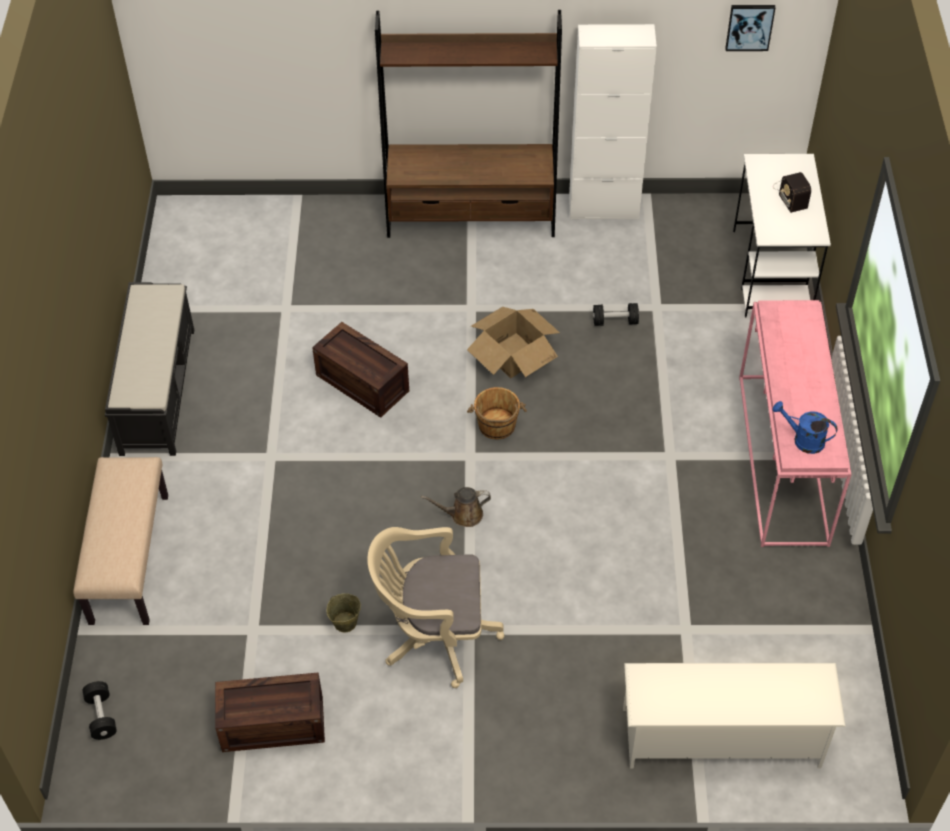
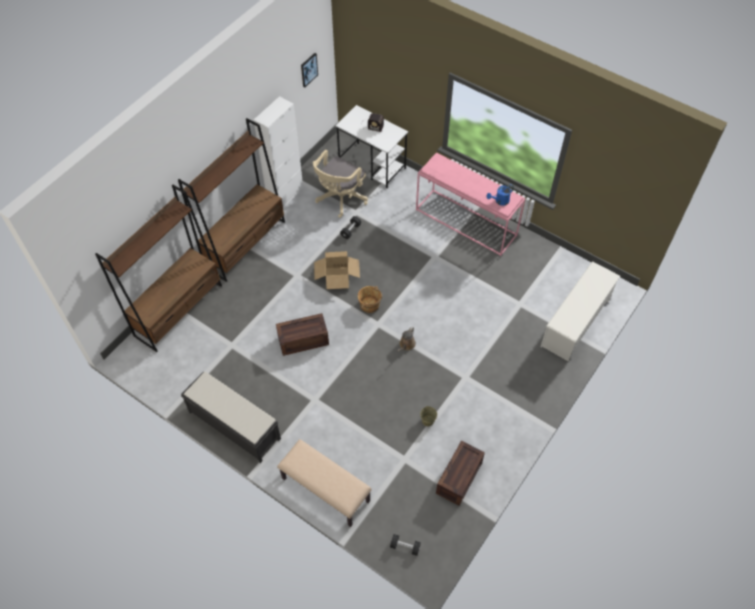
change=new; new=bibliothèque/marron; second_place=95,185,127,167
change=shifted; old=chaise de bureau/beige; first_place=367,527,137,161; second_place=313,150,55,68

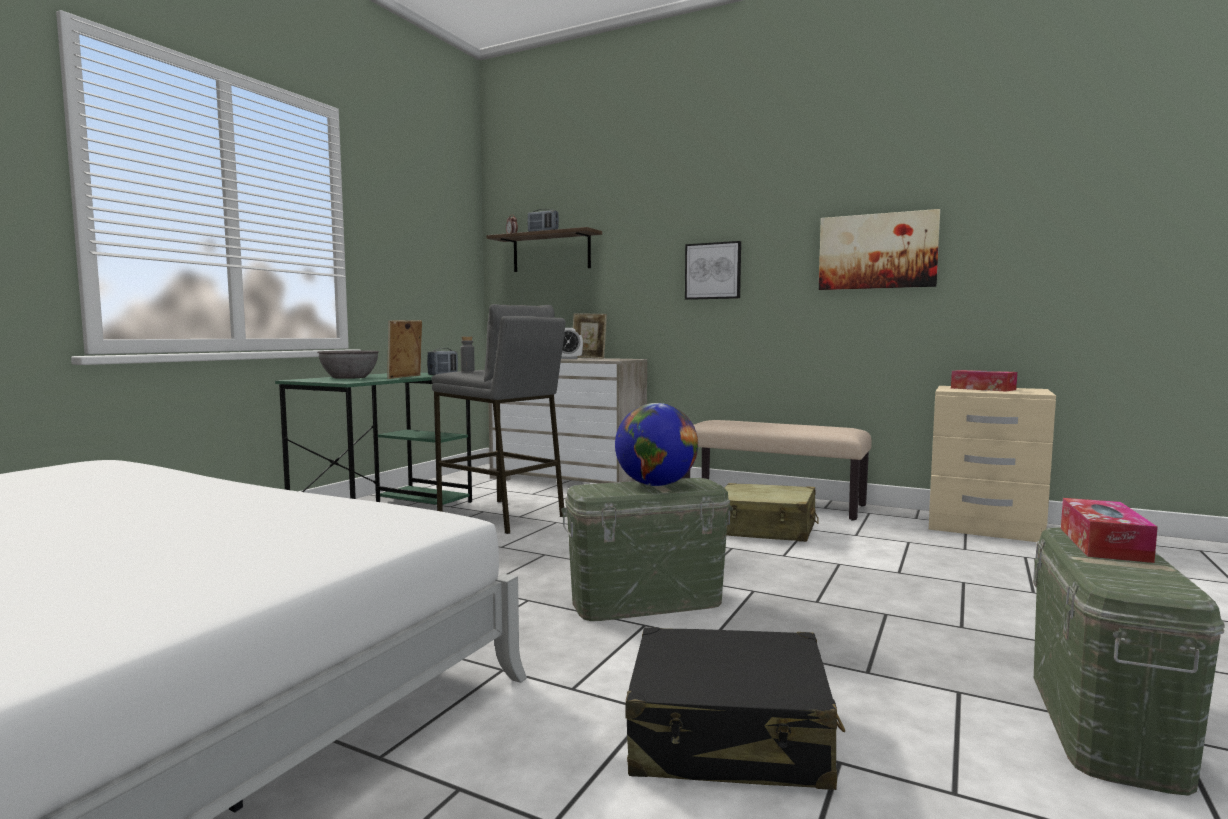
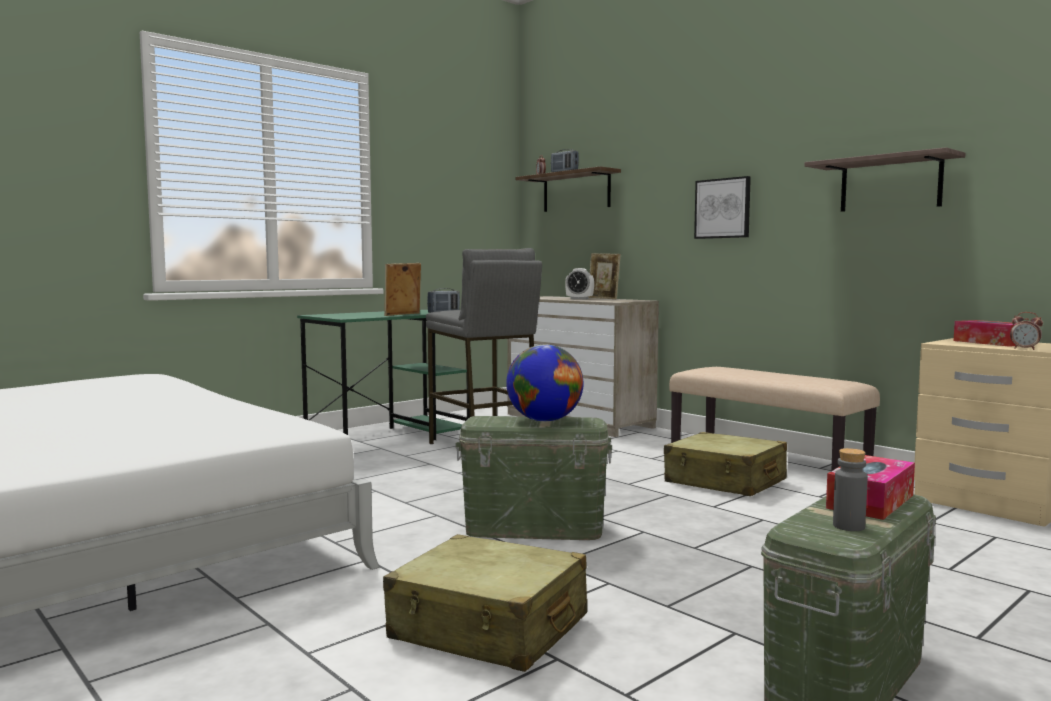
change=gone; old=bol/gris; first_place=317,351,62,28
change=new; new=réveil; second_place=1010,312,33,38
change=shifted; old=bouteille/gris; first_place=460,336,15,36; second_place=833,448,35,83
change=swapped; old=tableau; new=étagère; first_place=819,209,121,81; second_place=805,147,160,65
change=repainted; old=valise/noir; new=valise/beige; first_place=625,627,220,163; second_place=383,534,204,138

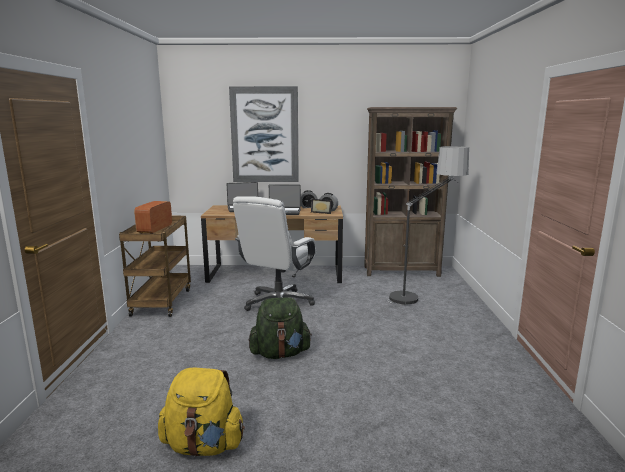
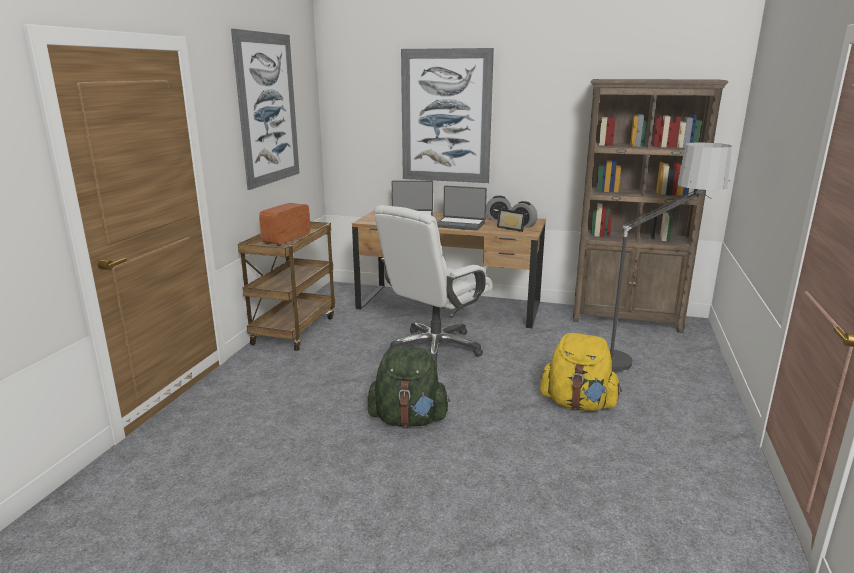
change=new; new=tableau; second_place=231,29,68,161
change=shifted; old=sac à dos/jaune; first_place=158,368,87,89; second_place=540,333,82,78

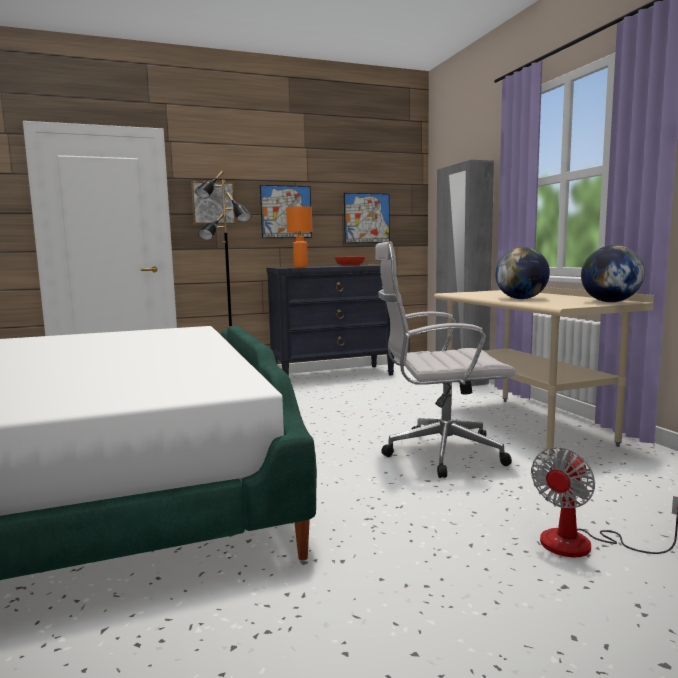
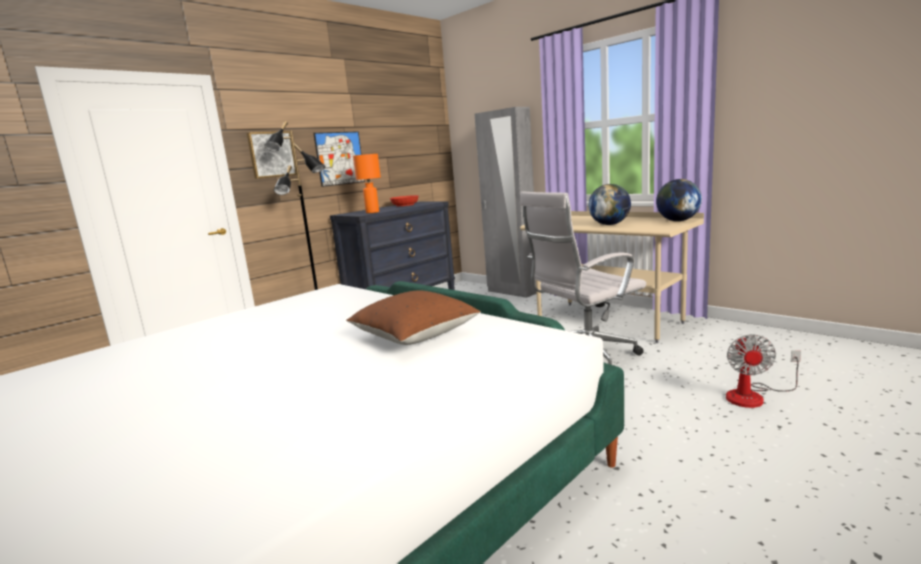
change=gone; old=tableau; first_place=344,193,46,50
change=new; new=coussin/marron; second_place=346,291,135,54

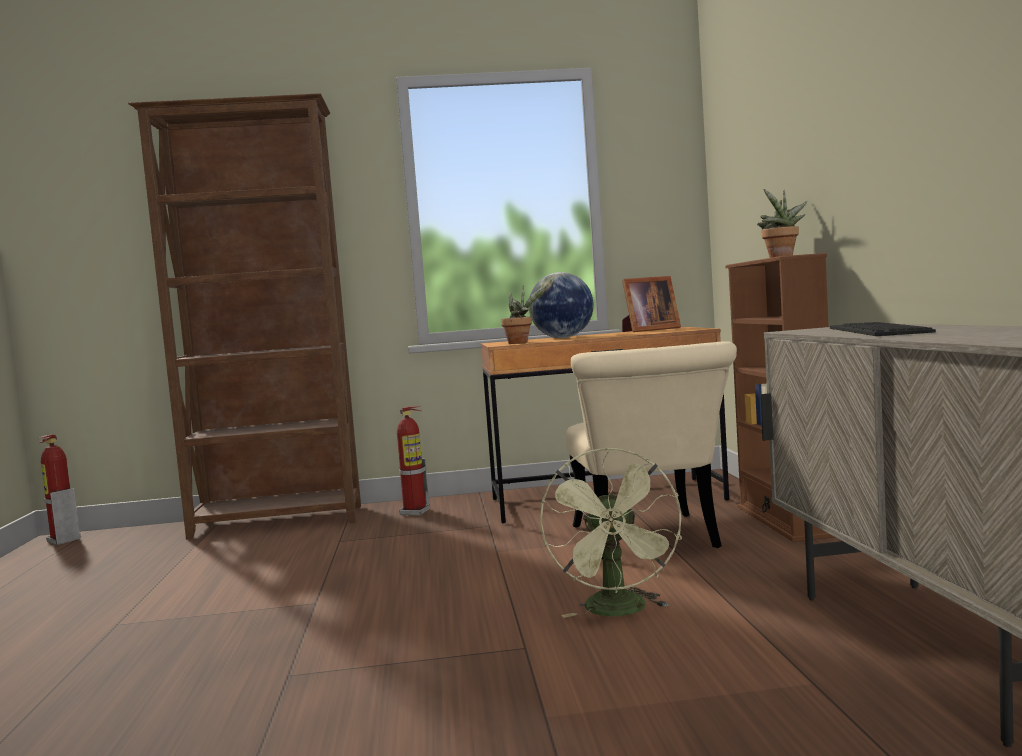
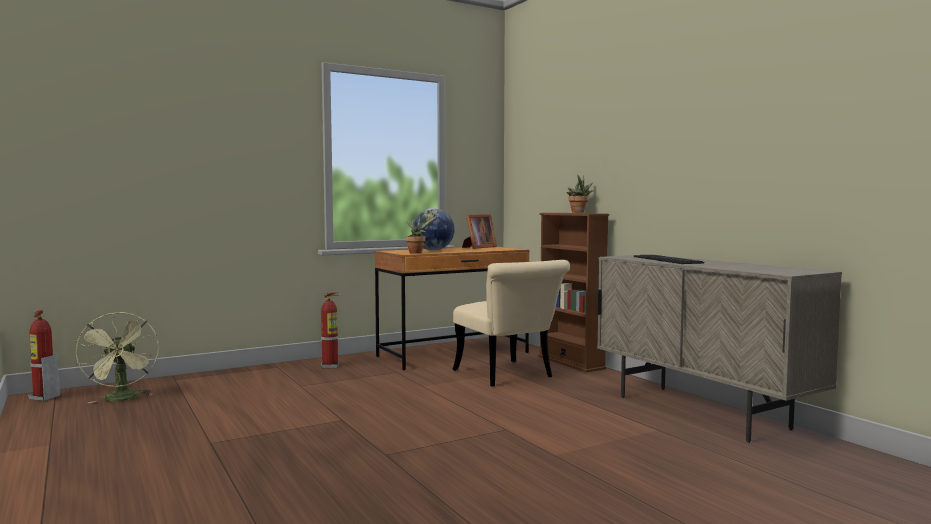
change=gone; old=bibliothèque/marron; first_place=128,93,233,446
change=shifted; old=ventilateur/vert; first_place=540,447,142,171; second_place=76,312,83,91

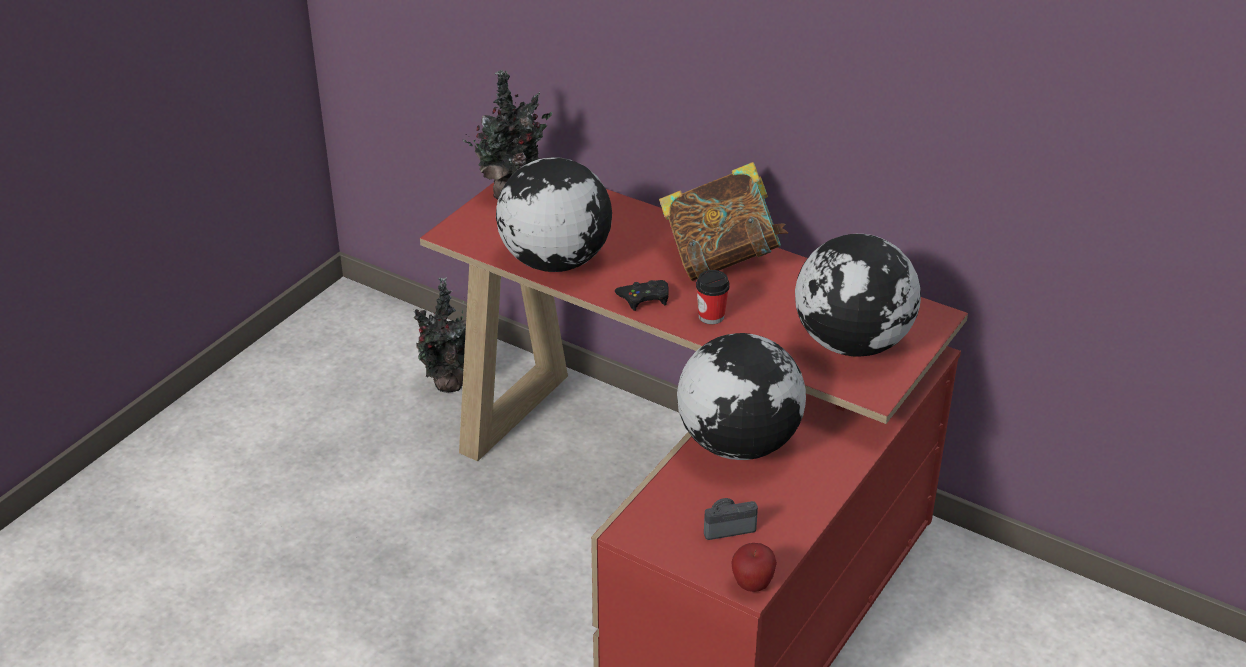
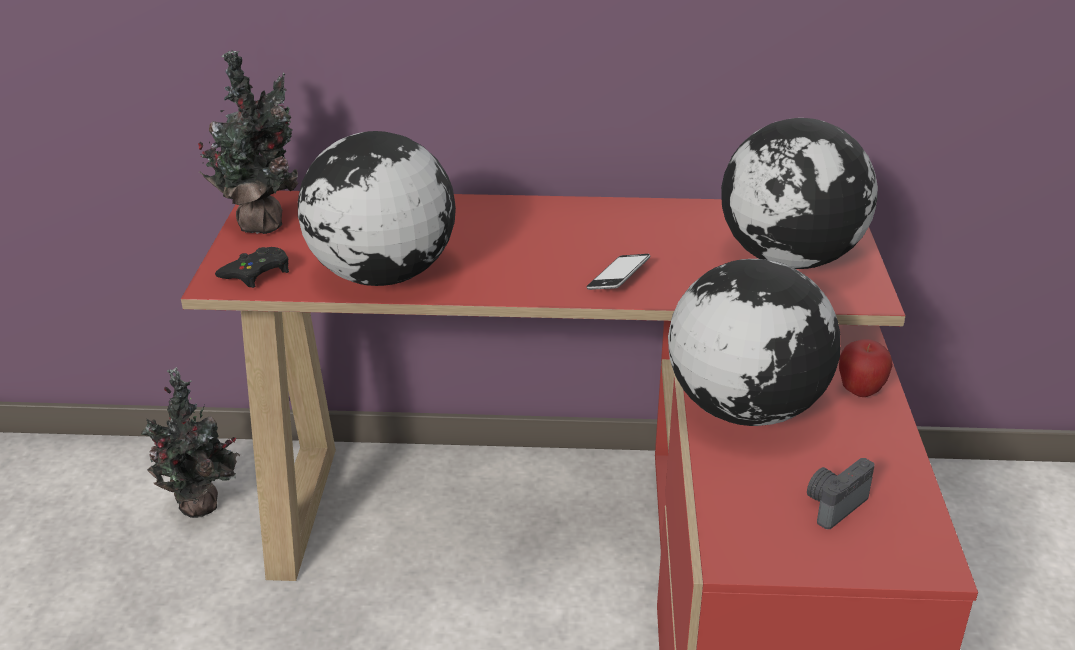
change=gone; old=livre; first_place=659,162,129,119
change=shifted; old=manette/noir; first_place=615,280,53,31; second_place=215,247,74,41
change=shifted; old=pomme; first_place=731,543,46,49; second_place=839,339,54,58
change=swapped; old=tasse; new=téléphone; first_place=696,270,34,54; second_place=587,254,64,36

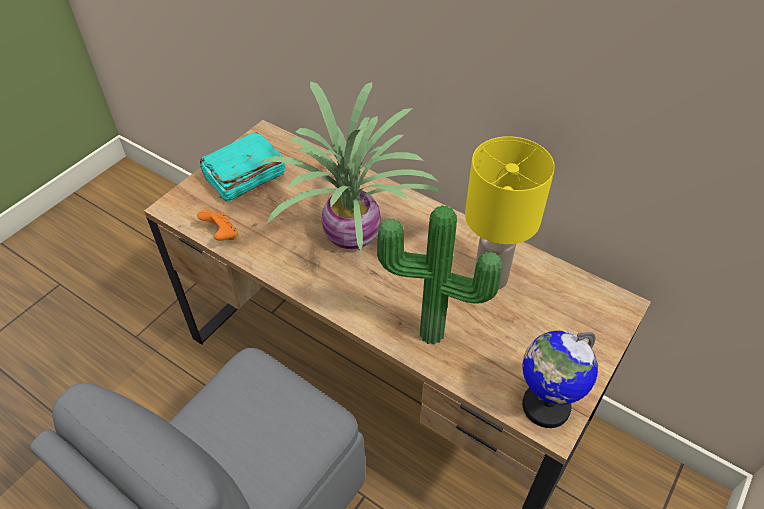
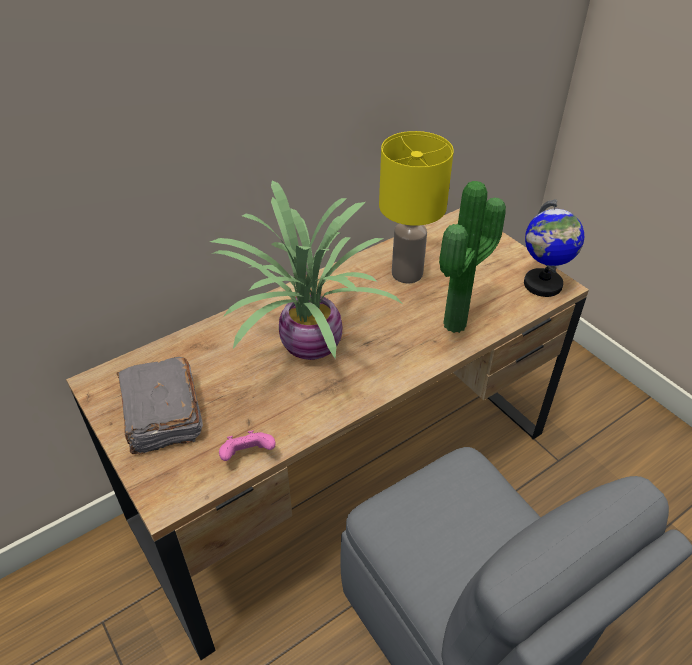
change=repainted; old=manette/orange; new=manette/rose; first_place=197,210,41,31; second_place=219,430,56,31
change=repainted; old=livre/turquoise; new=livre/gris; first_place=200,132,85,70; second_place=116,357,87,97

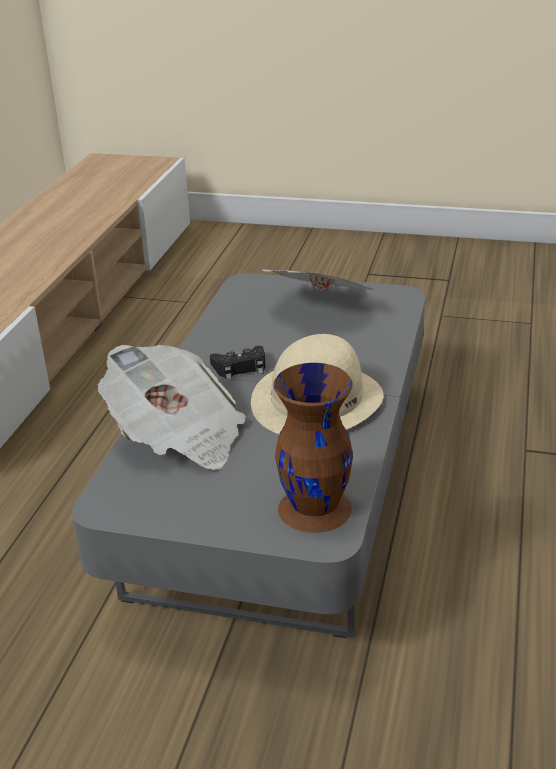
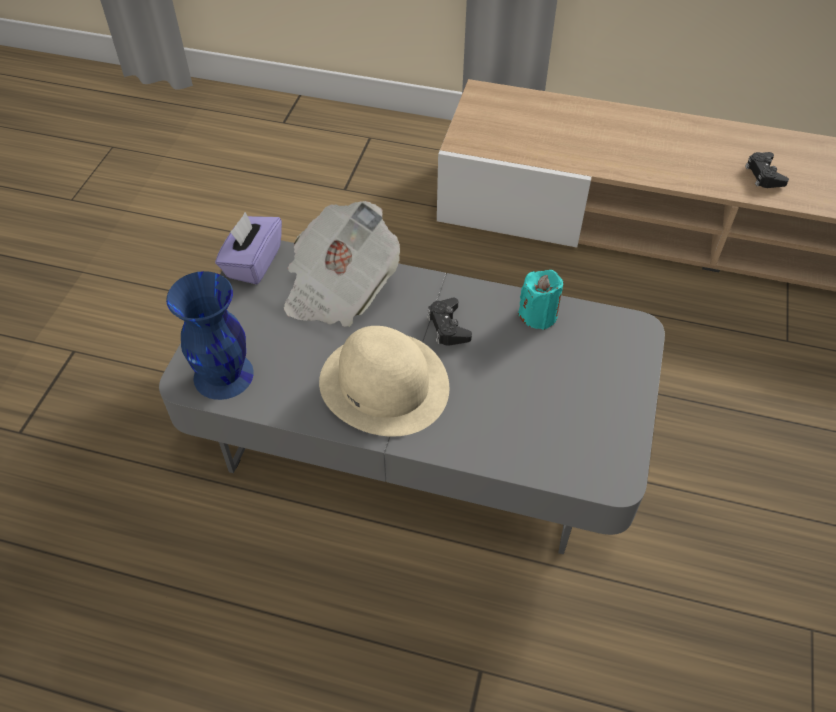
change=gone; old=journal; first_place=262,269,111,22
change=new; new=boîte à mouchoirs/violet; second_place=215,212,67,73
change=new; new=bougie/turquoise; second_place=518,270,45,60
change=new; new=manette/noir; second_place=745,152,44,36
change=repainted; old=vase/marron; new=vase/bleu; first_place=273,363,80,170; second_place=166,271,88,129

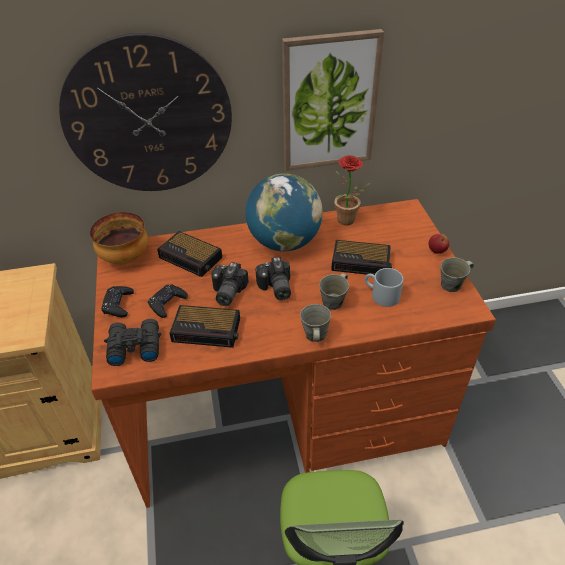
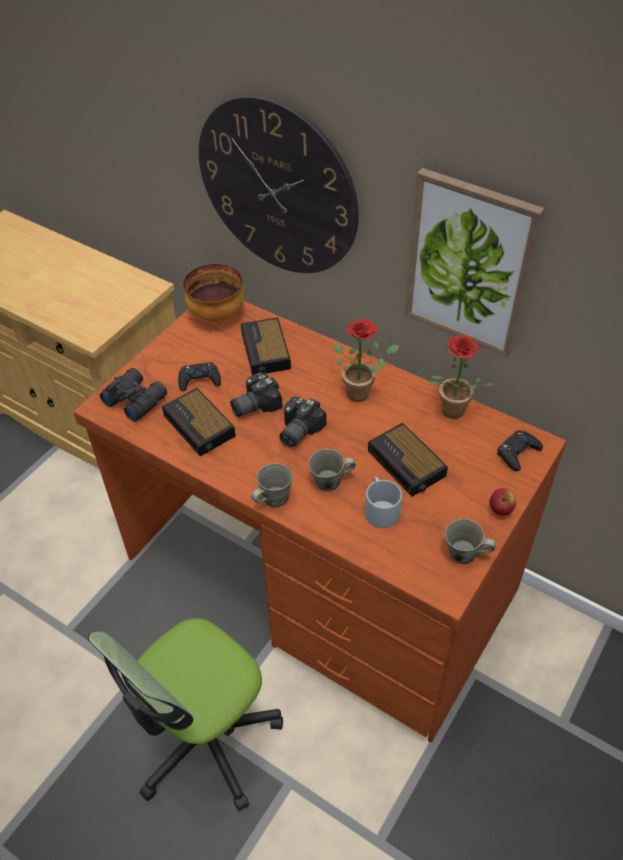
change=shifted; old=manette/noir; first_place=101,286,33,31; second_place=498,430,45,41
change=swapped; old=globe; new=plante en pot; first_place=245,173,78,78; second_place=334,319,66,83

